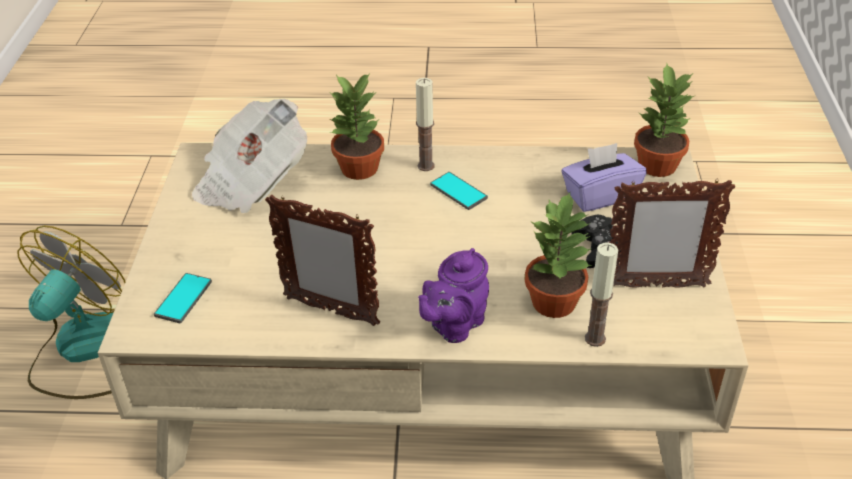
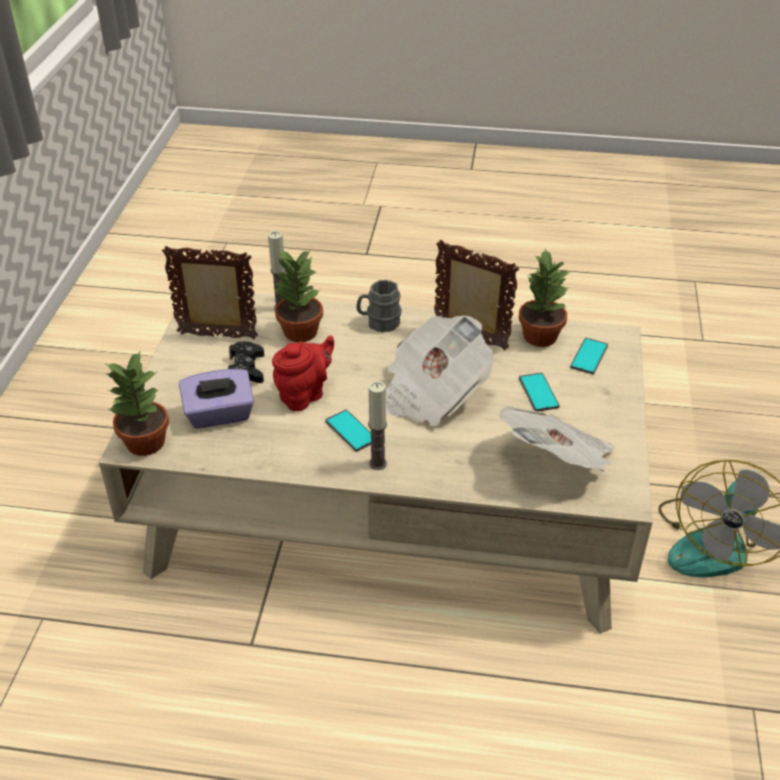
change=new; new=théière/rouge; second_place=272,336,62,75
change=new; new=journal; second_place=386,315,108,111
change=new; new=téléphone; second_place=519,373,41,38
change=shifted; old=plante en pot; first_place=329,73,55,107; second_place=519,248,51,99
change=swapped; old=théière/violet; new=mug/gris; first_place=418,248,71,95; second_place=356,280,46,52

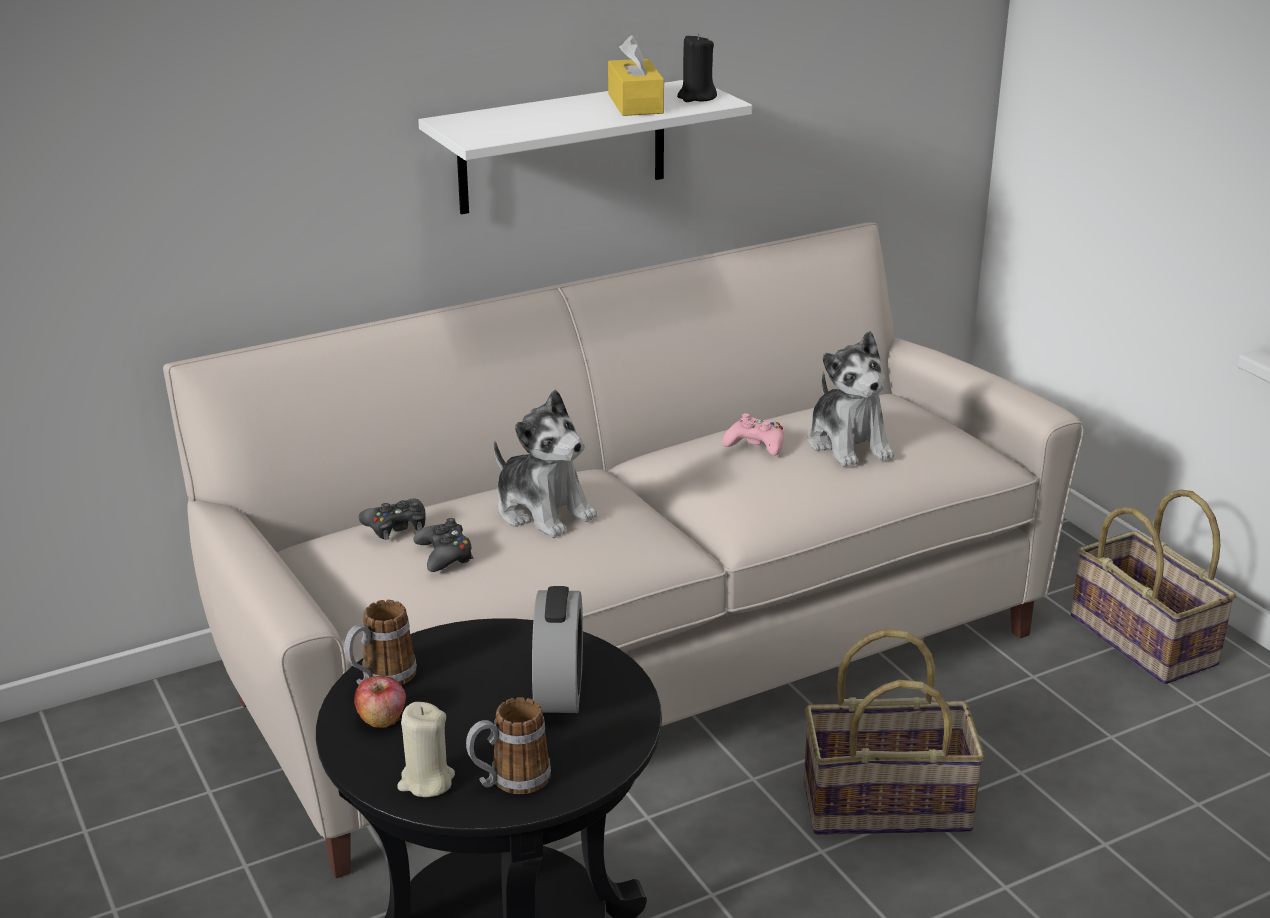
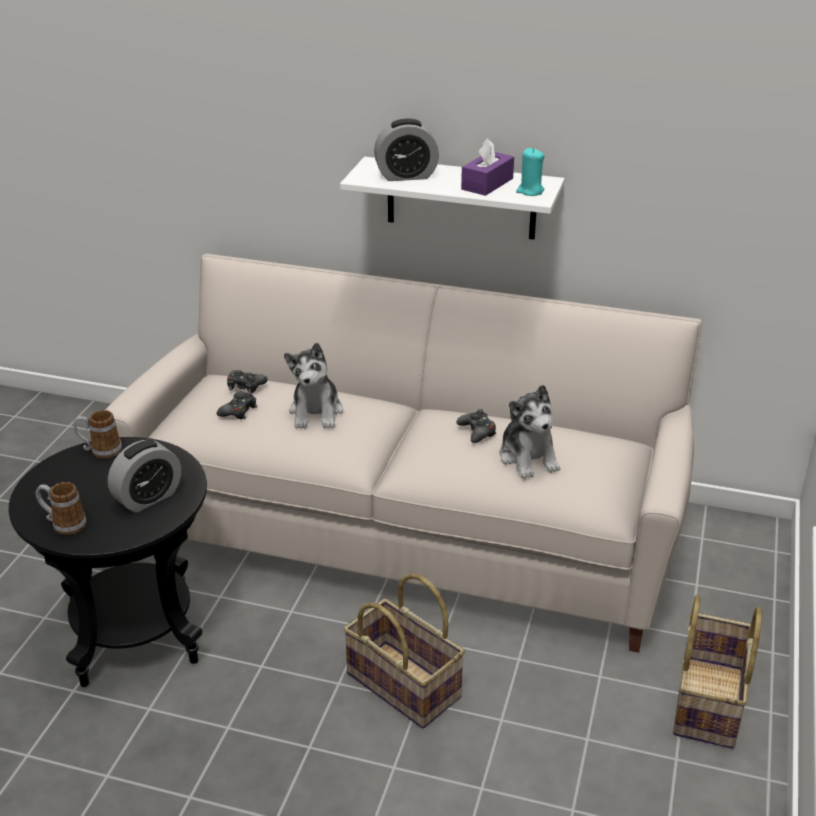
change=gone; old=pomme; first_place=354,676,52,52
change=gone; old=bougie/beige; first_place=397,702,58,95
change=new; new=réveil; second_place=374,119,65,62
change=repainted; old=boîte à mouchoirs/jaune; new=boîte à mouchoirs/violet; first_place=608,36,56,80; second_place=461,139,53,57
change=repainted; old=bougie/noir; new=bougie/turquoise; first_place=677,33,40,69; second_place=516,148,28,48
change=repainted; old=manette/rose; new=manette/noir; first_place=722,413,62,43; second_place=457,409,39,34
change=rotated; old=peluche; first_place=808,331,86,136; second_place=499,385,61,94; degrees=-45

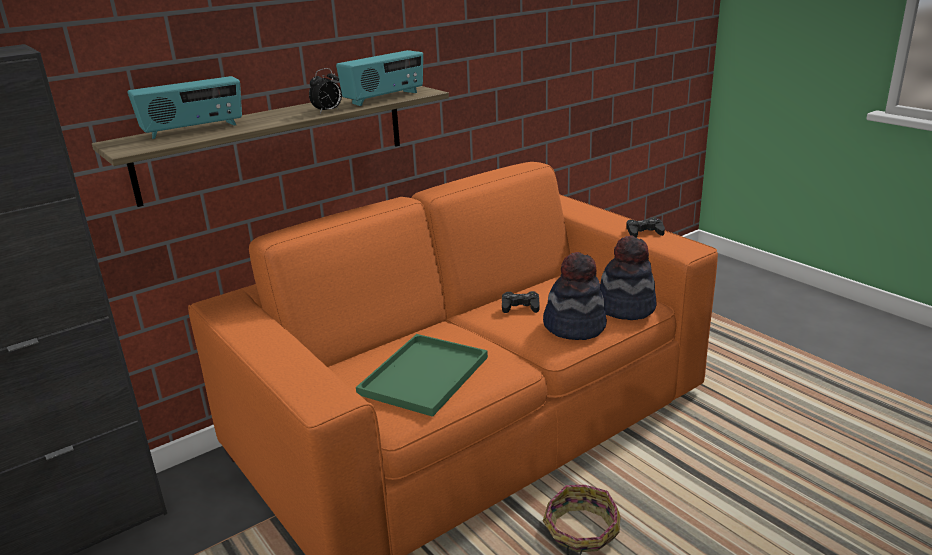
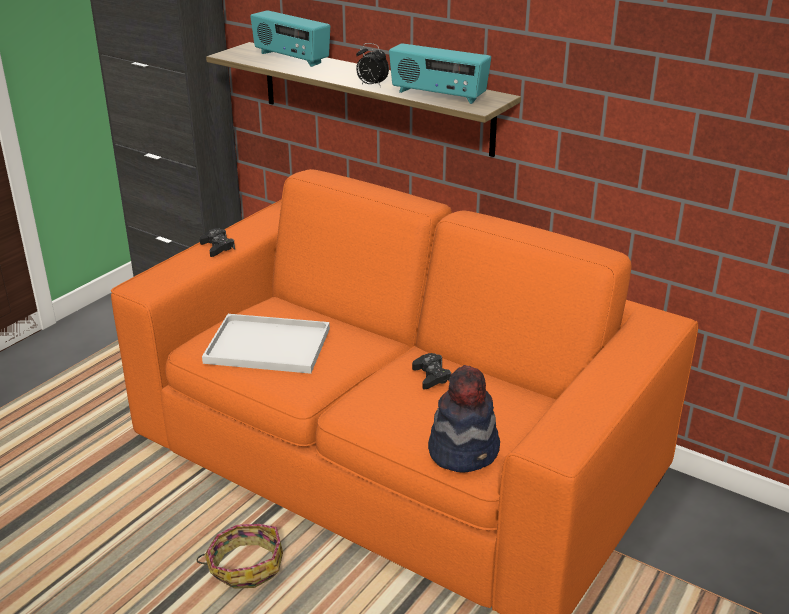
change=gone; old=chapeau; first_place=543,252,64,88
change=shifted; old=manette/noir; first_place=626,218,39,20; second_place=200,228,35,29
change=repainted; old=plateau/vert; new=plateau/blanc; first_place=356,334,132,83; second_place=202,314,128,60

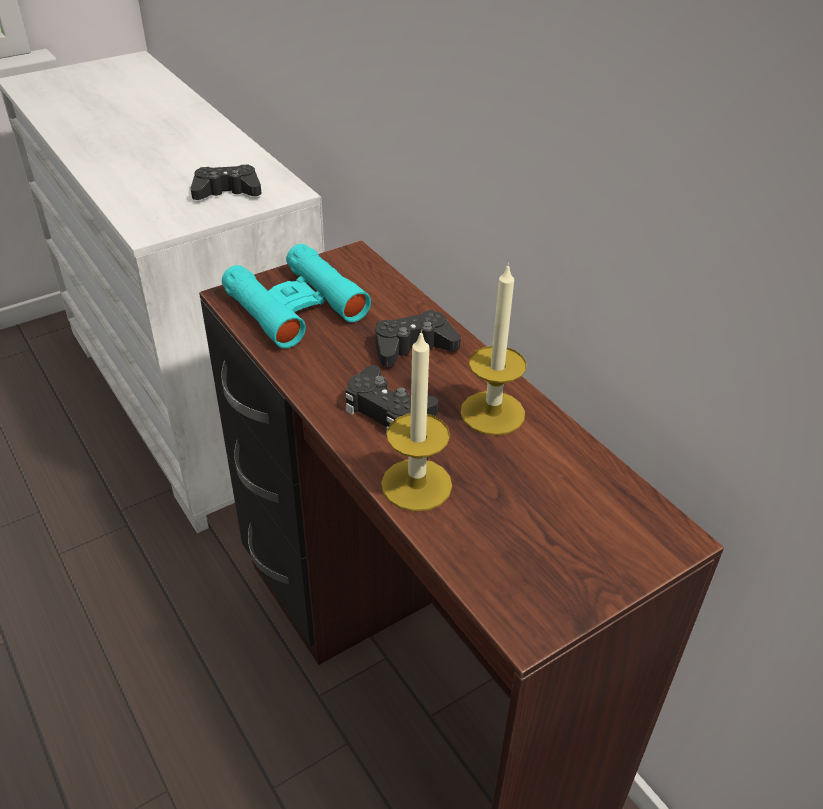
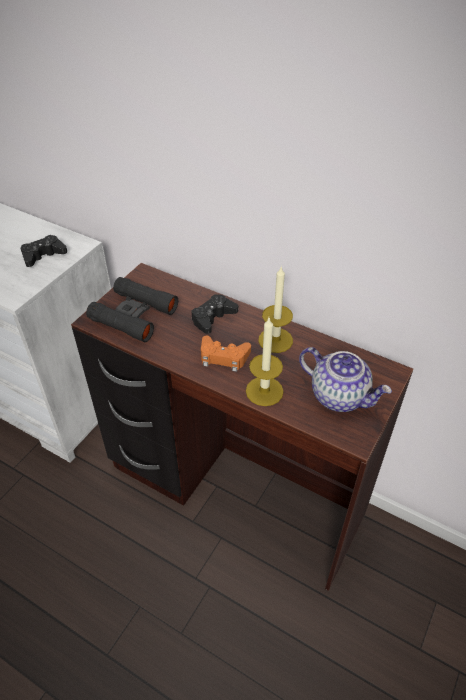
change=new; new=théière; second_place=299,347,93,65
change=repainted; old=jumelles/turquoise; new=jumelles/noir; first_place=222,244,149,104; second_place=86,277,92,65
change=repainted; old=manette/noir; new=manette/orange; first_place=345,365,93,70; second_place=201,336,50,36

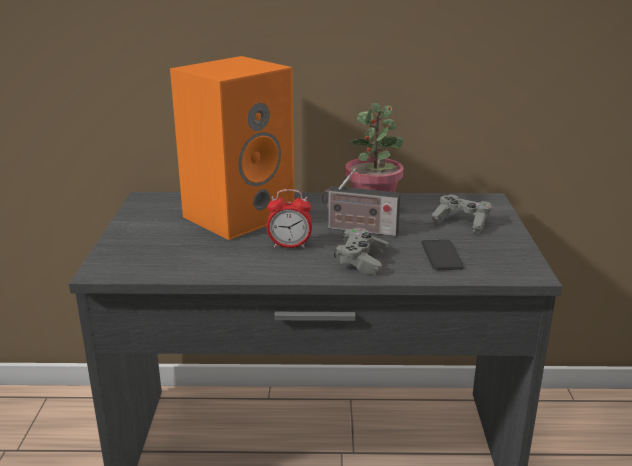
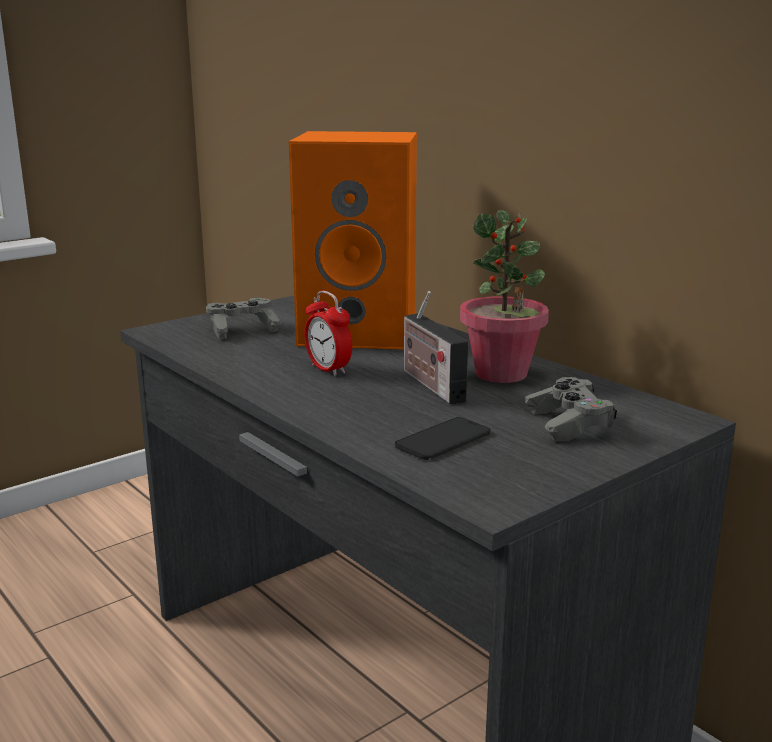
change=shifted; old=manette/gris; first_place=334,228,55,47; second_place=206,297,75,42

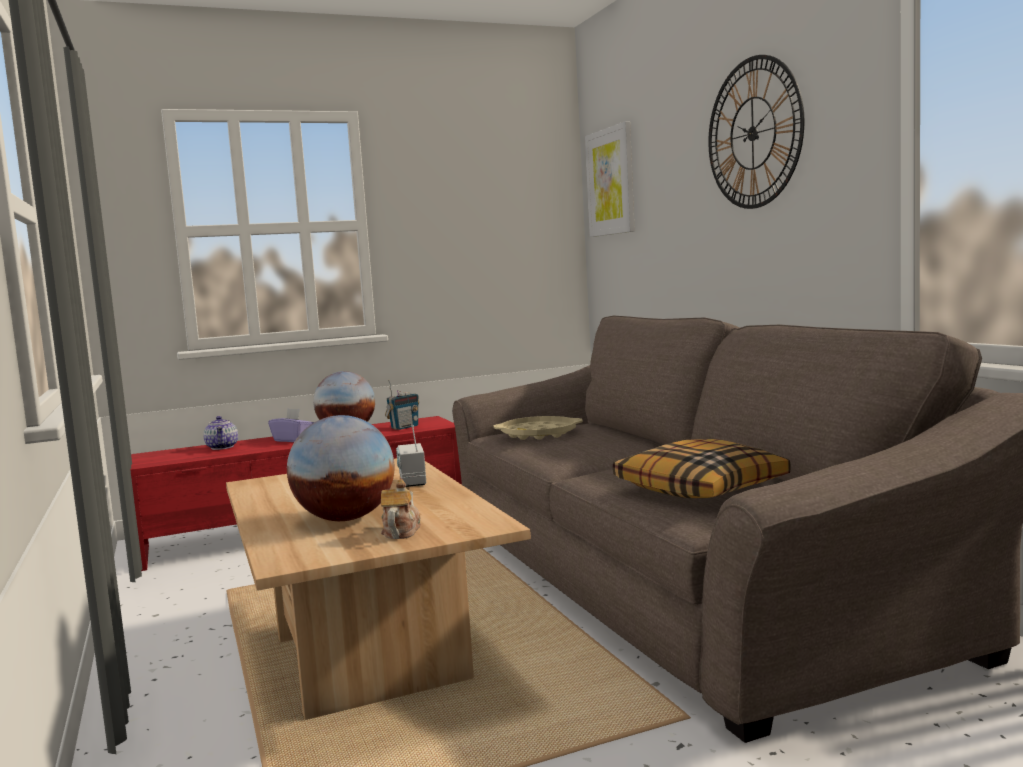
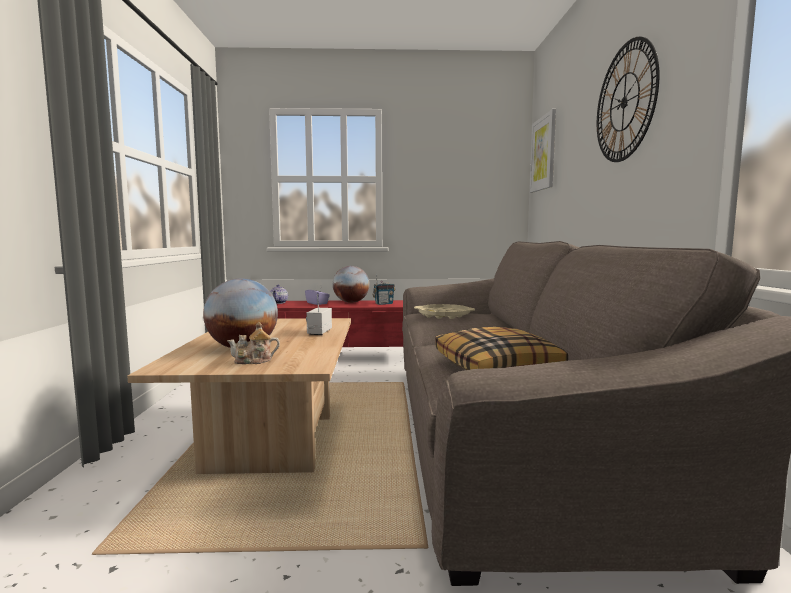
change=rotated; old=théière; first_place=381,479,40,60; second_place=227,322,53,42; degrees=-135

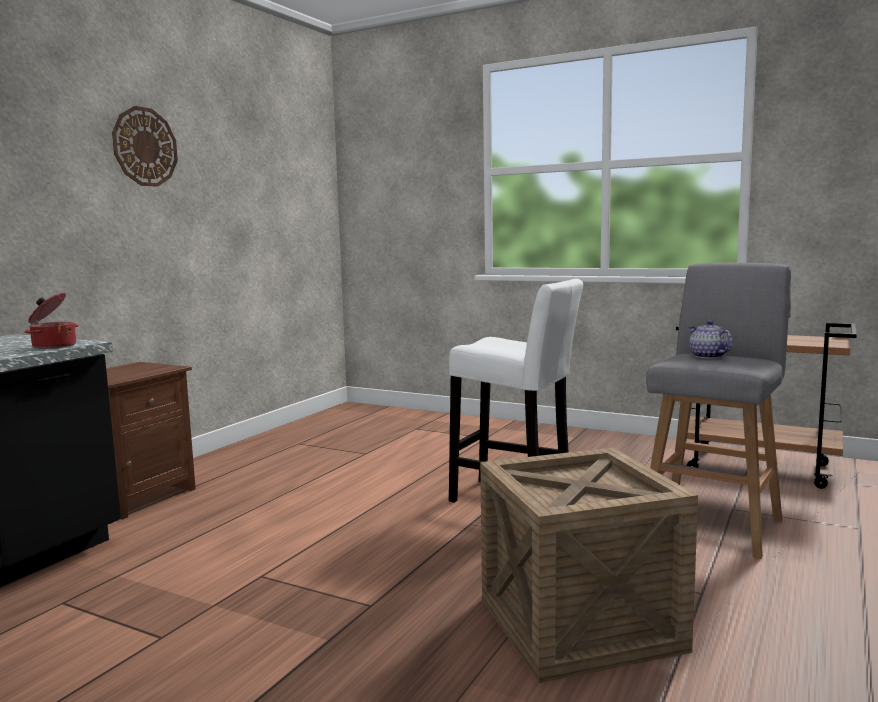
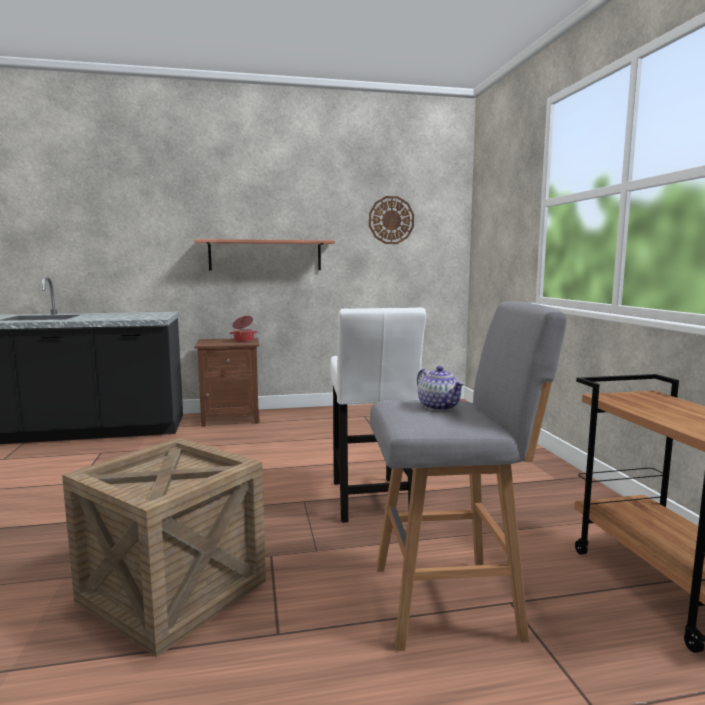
change=new; new=étagère; second_place=194,239,141,32
change=shifted; old=marmite; first_place=24,292,55,57; second_place=230,316,28,27
change=shifted; old=horloge murale; first_place=112,106,66,81; second_place=369,196,45,48
change=rotated; old=théière; first_place=689,321,43,38; second_place=417,366,48,45; degrees=120

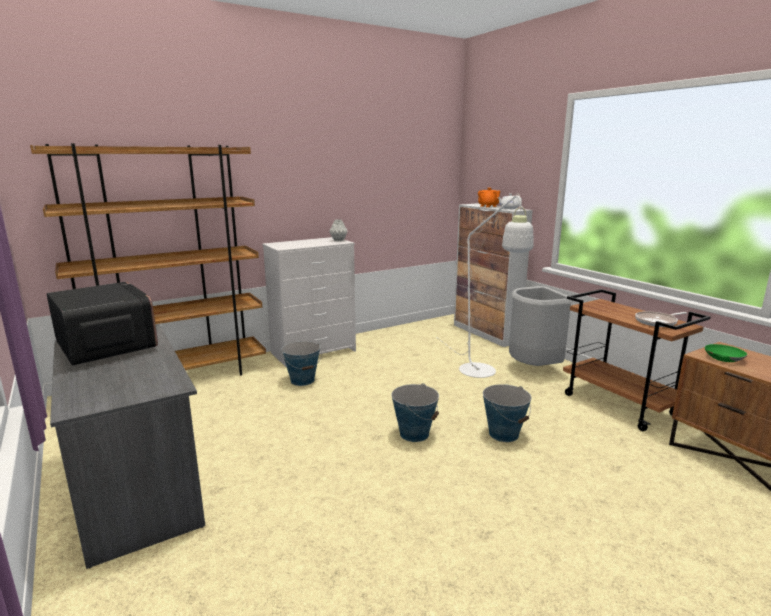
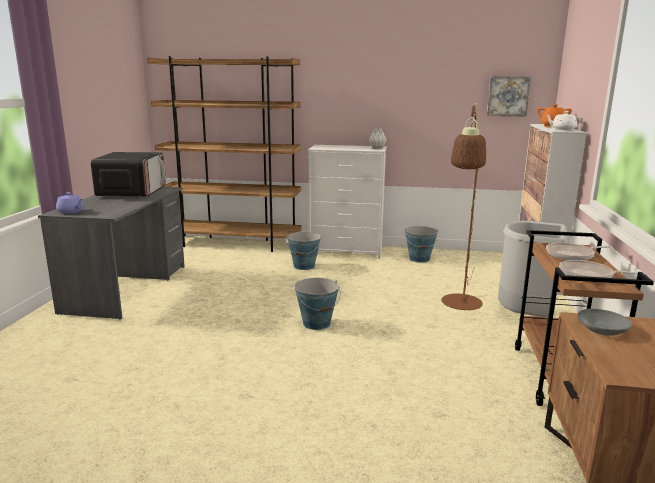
change=new; new=théière/violet; second_place=56,192,28,22
change=new; new=tableau; second_place=487,76,44,41
change=new; new=poêle; second_place=546,243,66,17
change=shifted; old=seau; first_place=483,384,49,58; second_place=405,226,34,37
change=repainted; old=lampadaire/blanc; new=lampadaire/marron; first_place=438,193,96,185; second_place=441,103,45,207
change=repainted; old=bol/vert; new=bol/gris; first_place=705,344,42,18; second_place=577,309,55,27

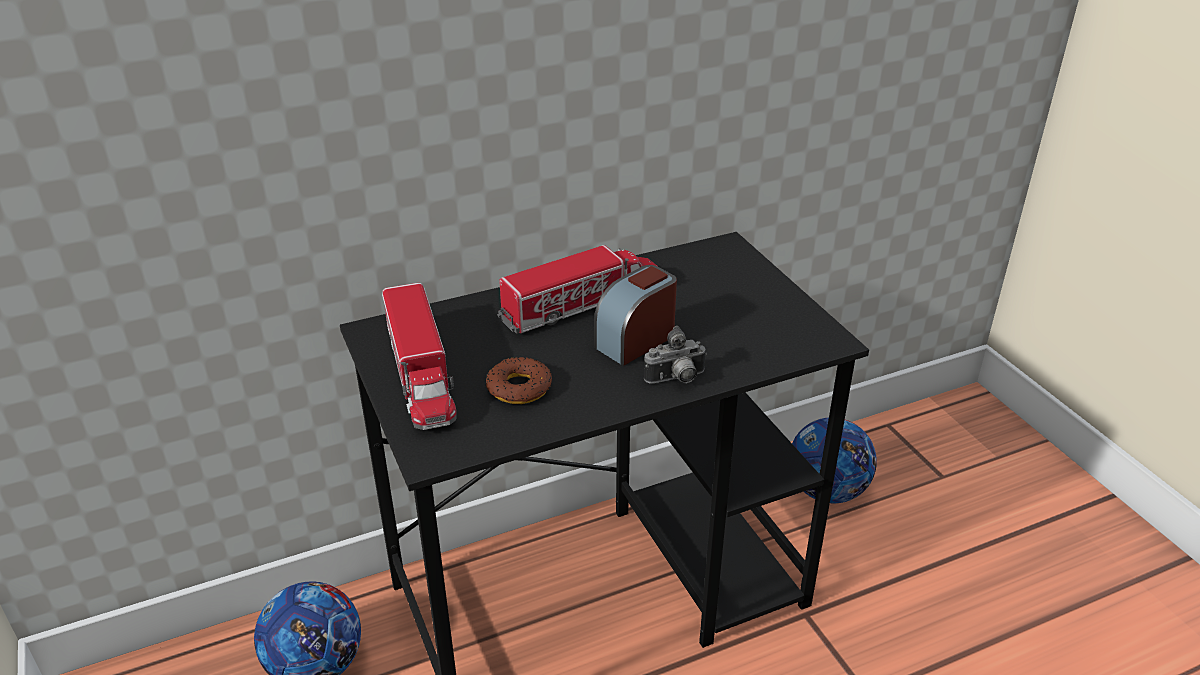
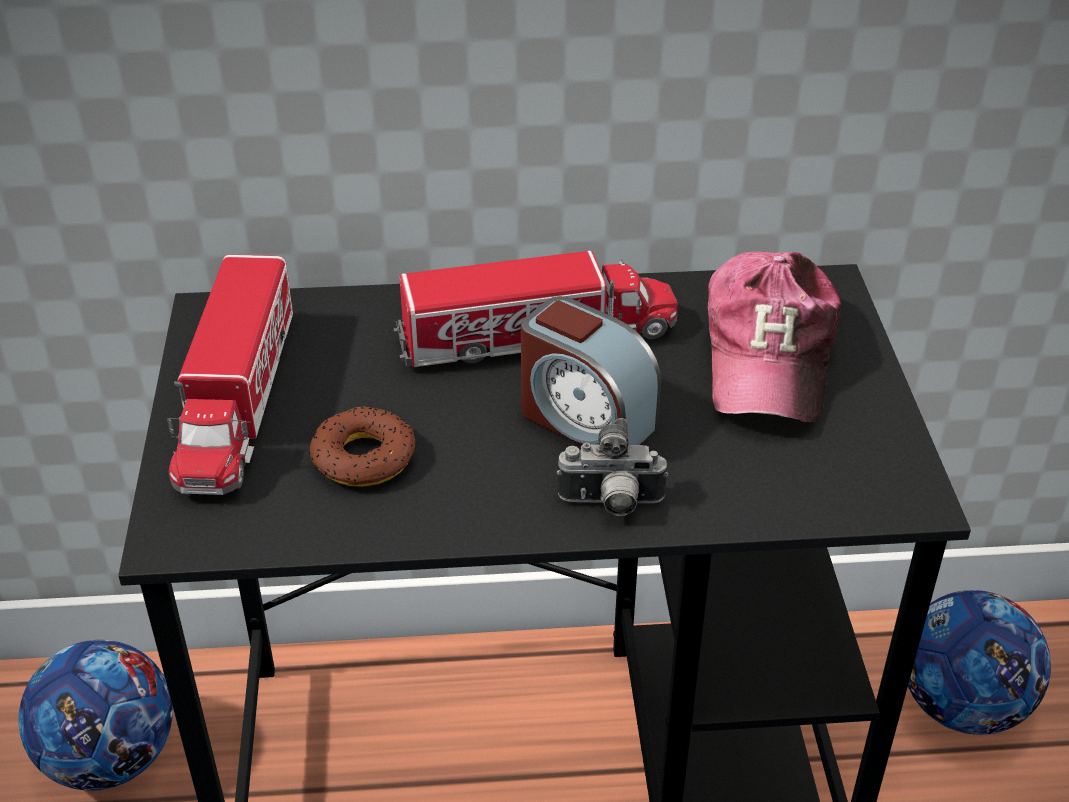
change=new; new=casquette; second_place=707,251,134,171
change=rotated; old=réveil; first_place=594,265,83,101; second_place=521,296,140,149; degrees=-120

